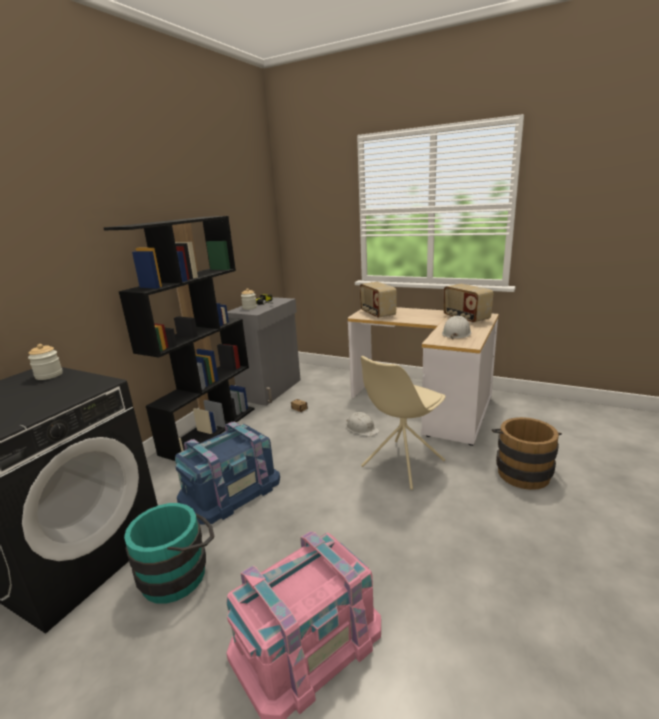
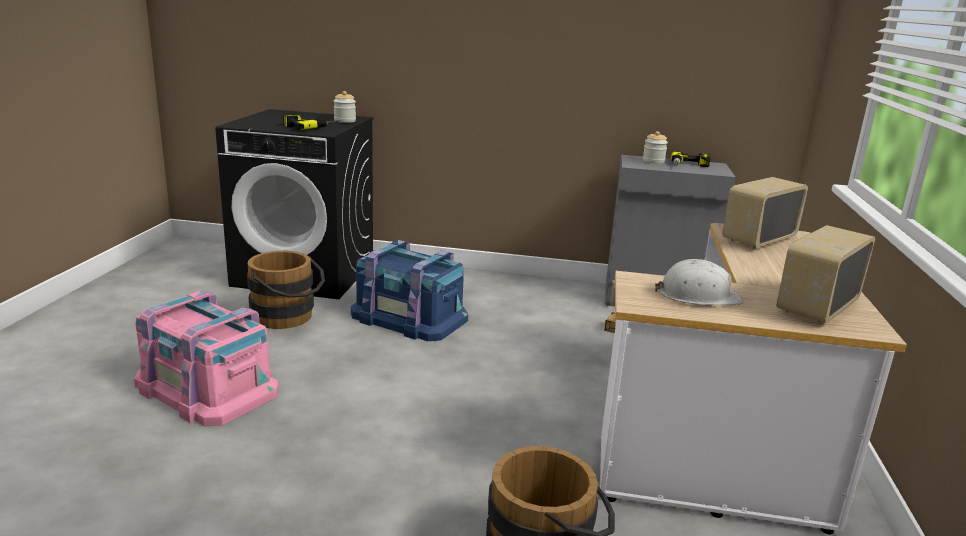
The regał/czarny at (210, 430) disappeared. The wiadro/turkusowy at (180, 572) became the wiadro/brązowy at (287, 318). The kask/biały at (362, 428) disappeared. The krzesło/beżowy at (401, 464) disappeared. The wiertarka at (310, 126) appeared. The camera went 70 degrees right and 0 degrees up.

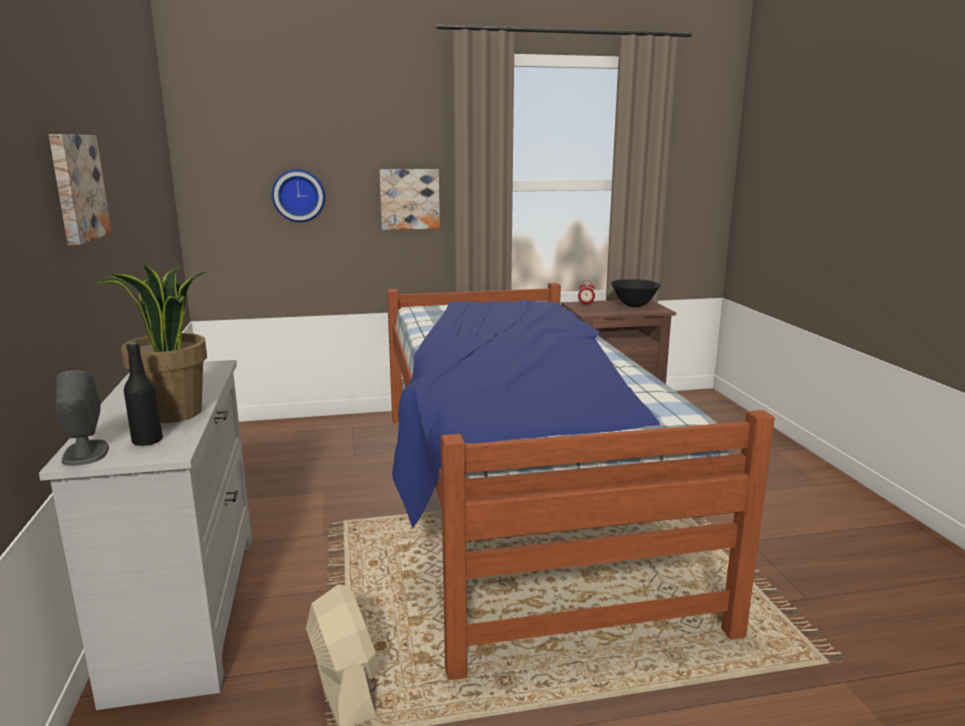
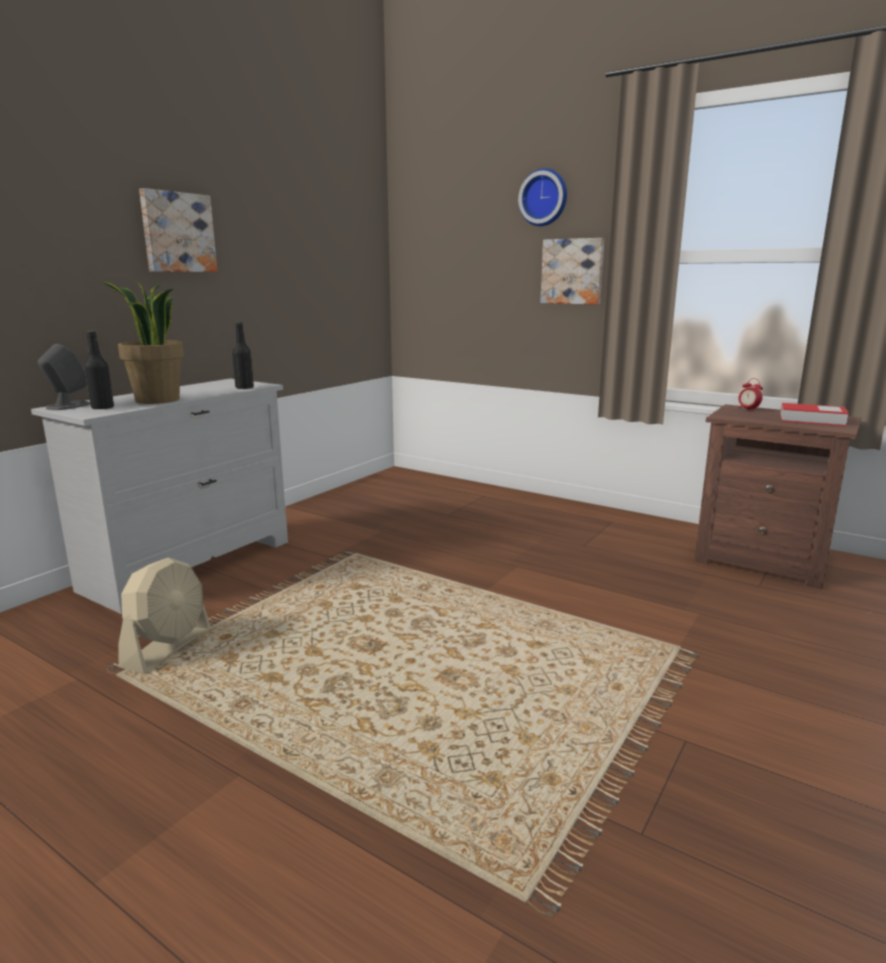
The zegar ścienny moved from (299, 195) to (544, 198). The łóżko at (516, 498) disappeared. The miska/czarny at (634, 306) was replaced by the książka at (812, 420). The butelka/czarny at (244, 388) appeared. The camera went 45 degrees right and 0 degrees up.

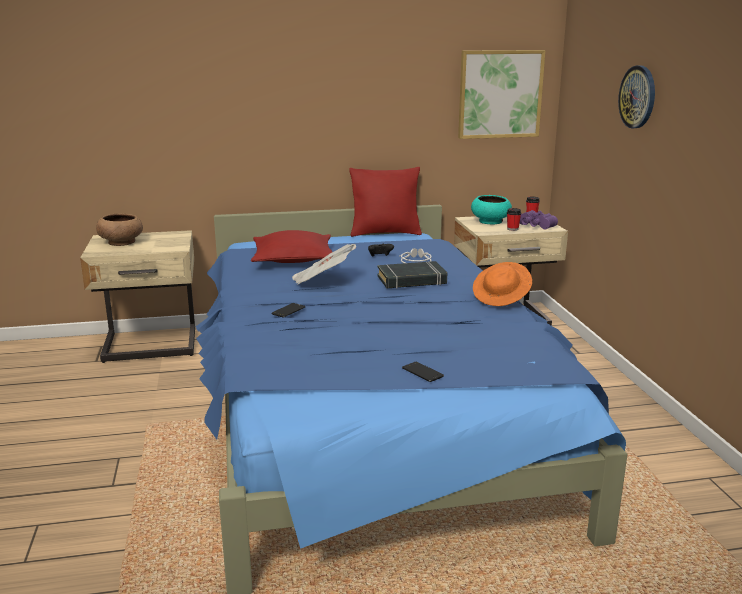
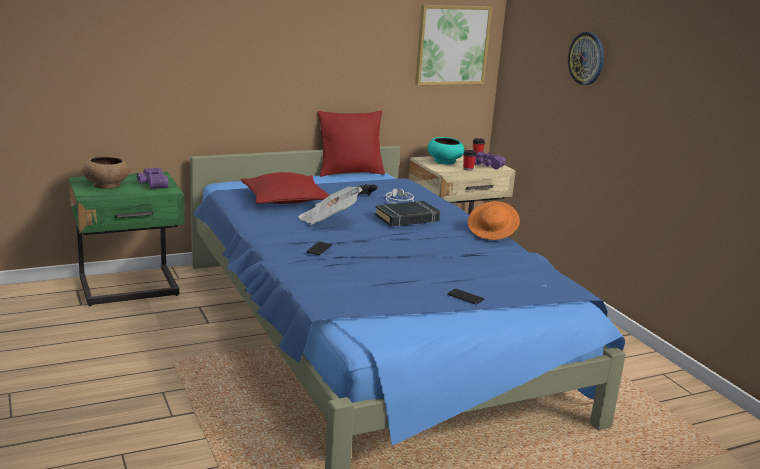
The szafka nocna/beżowy at (151, 347) became the szafka nocna/zielony at (130, 288). The lornetka/fioletowy at (151, 184) appeared. The camera went 15 degrees left and 0 degrees up.

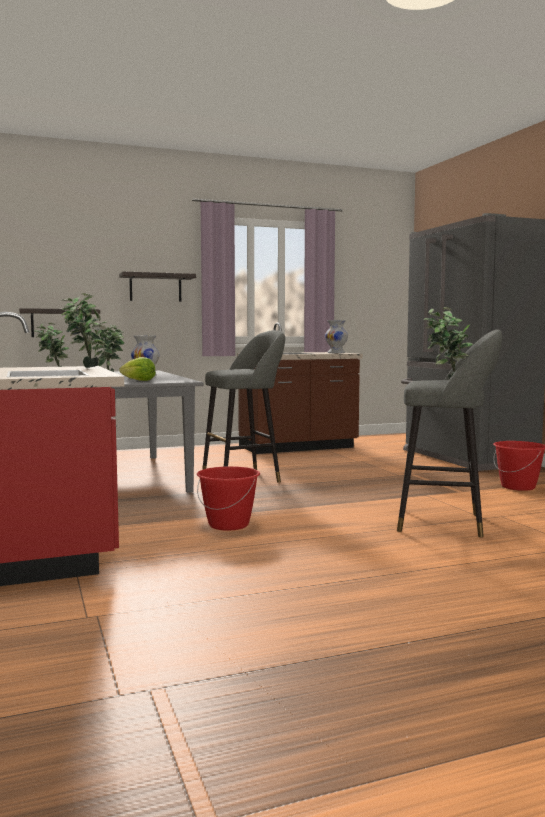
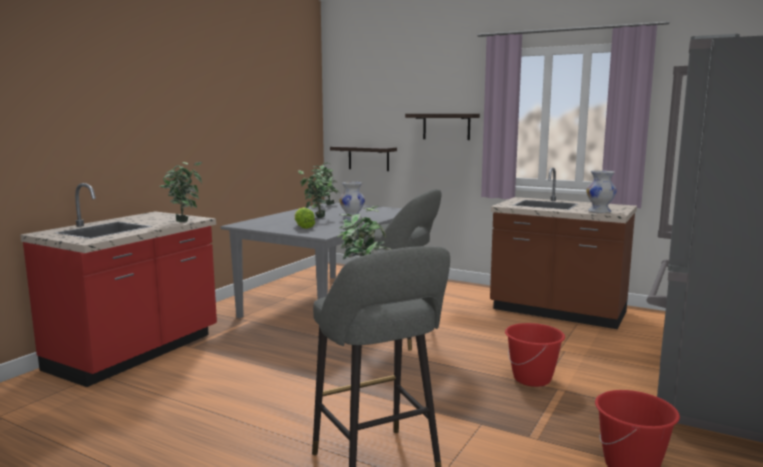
The wiadro/czerwony moved from (229, 525) to (532, 379). The camera went 50 degrees right and 5 degrees up.

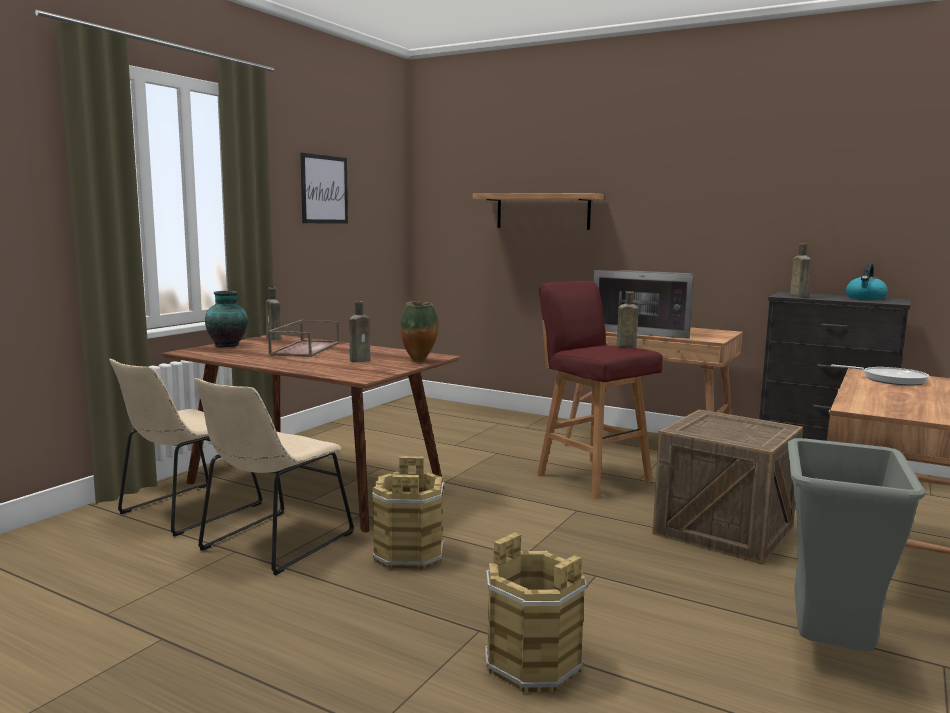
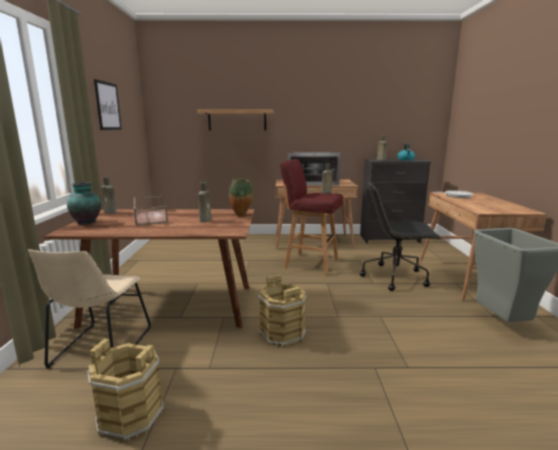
The krzesło/beżowy at (273, 543) disappeared. The wiadro/brązowy moved from (533, 663) to (131, 415). The skrzynka at (723, 530) was replaced by the krzesło biurowe/czarny at (395, 277). The camera went 30 degrees left and 5 degrees up.

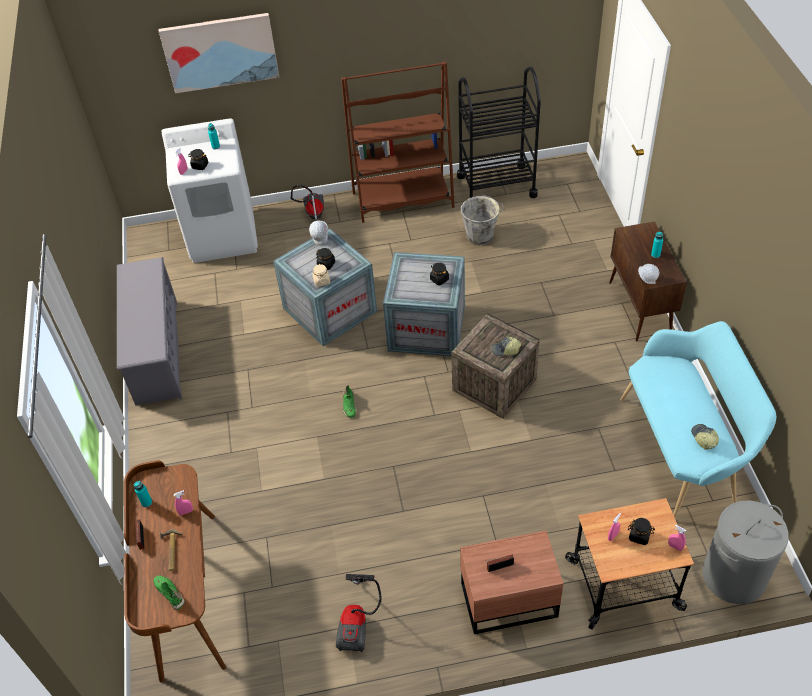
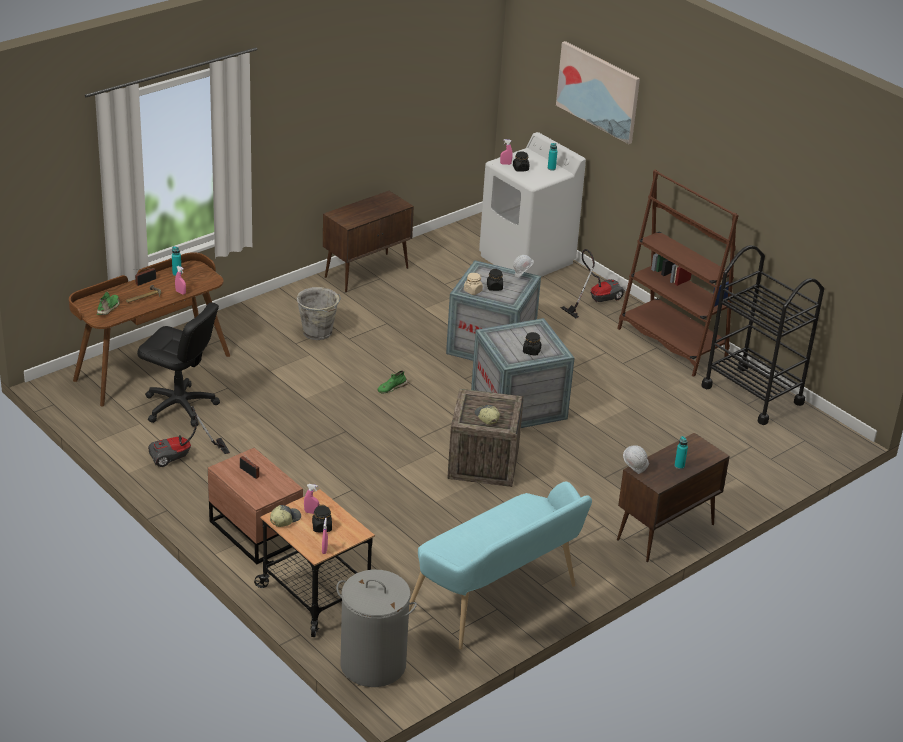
The regał na buty/szary at (156, 352) was replaced by the szafka/brązowy at (367, 272). The wiadro/szary moved from (481, 236) to (318, 333). The czapka z daszkiem moved from (703, 438) to (285, 519). The krzesło biurowe/czarny at (180, 406) appeared. The camera went 55 degrees right and 15 degrees down.

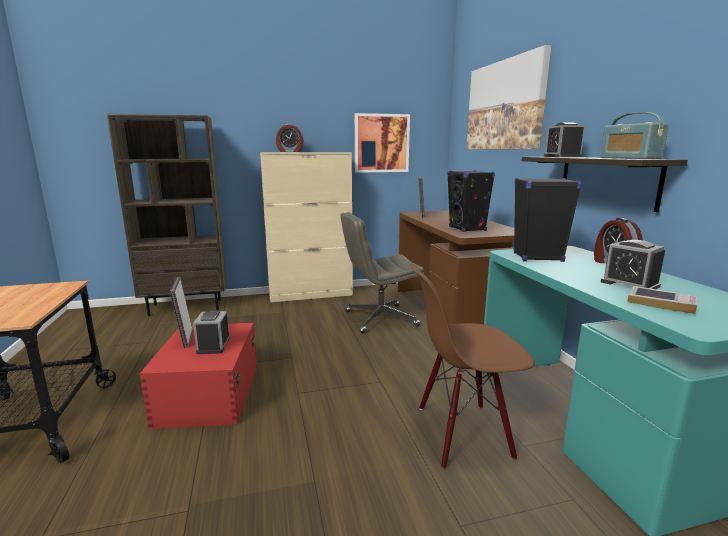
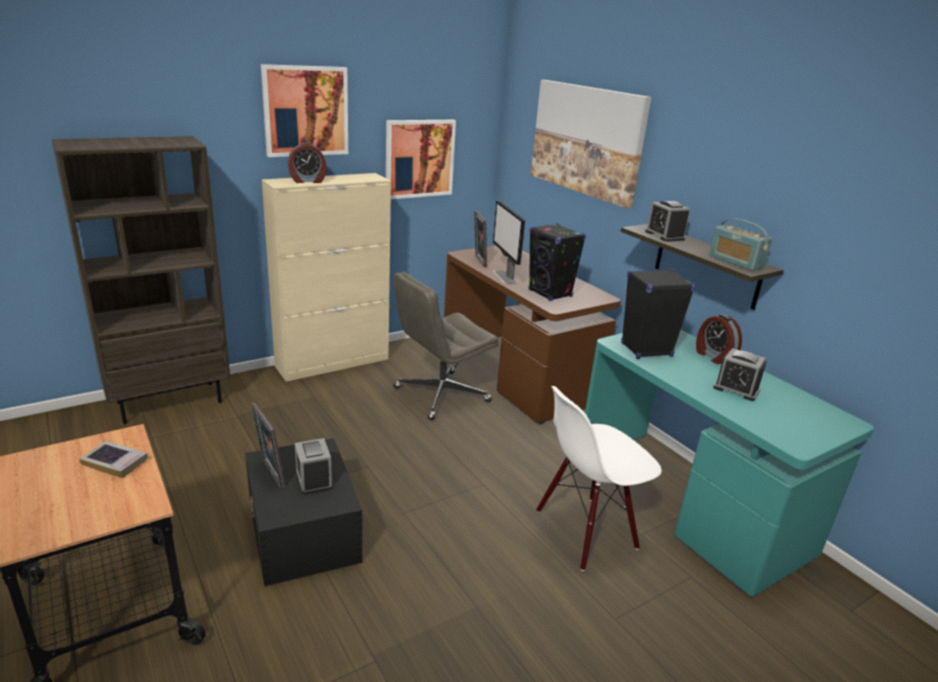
The pojemnik do przechowywania/czerwony at (208, 395) became the pojemnik do przechowywania/czarny at (302, 532). The krzesło/brązowy at (462, 433) became the krzesło/biały at (585, 531). The książka moved from (661, 303) to (115, 462). The obraz at (305, 111) appeared. The monitor at (505, 277) appeared. The camera went 20 degrees left and 10 degrees up.

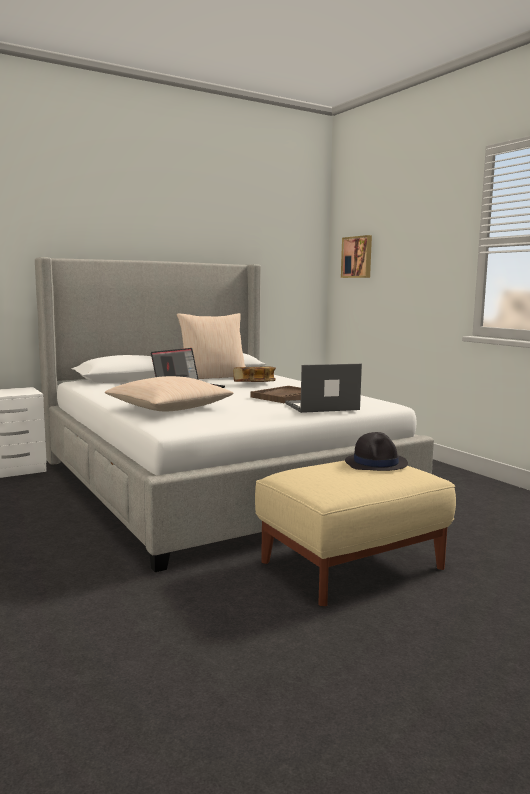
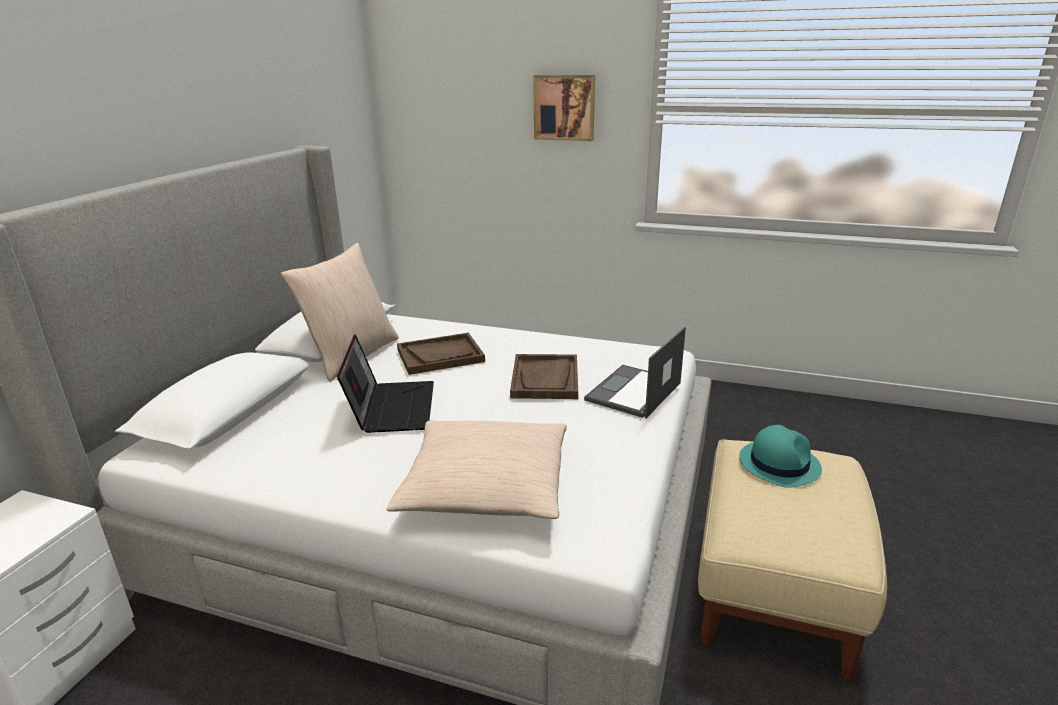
The książka at (254, 384) was replaced by the taca/brązowy at (440, 355). The obraz moved from (357, 257) to (564, 107). The kapelusz/czarny at (376, 463) became the kapelusz/turkusowy at (779, 463). The camera went 40 degrees left and 15 degrees up.

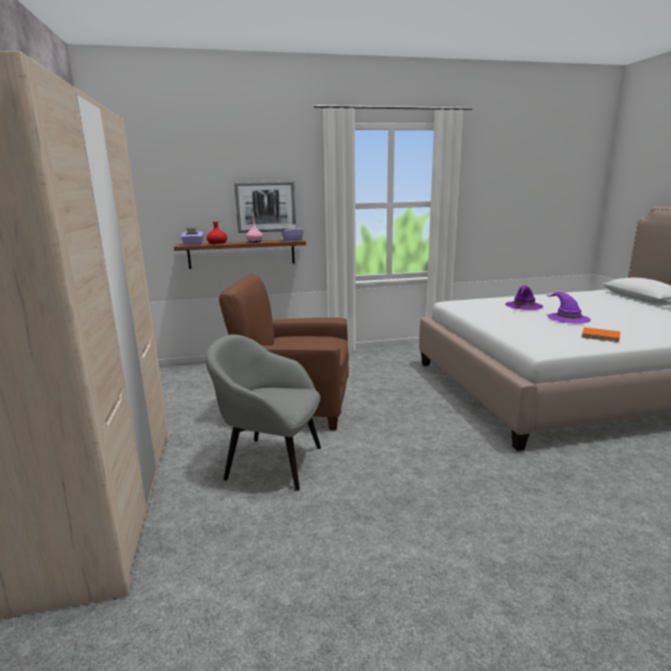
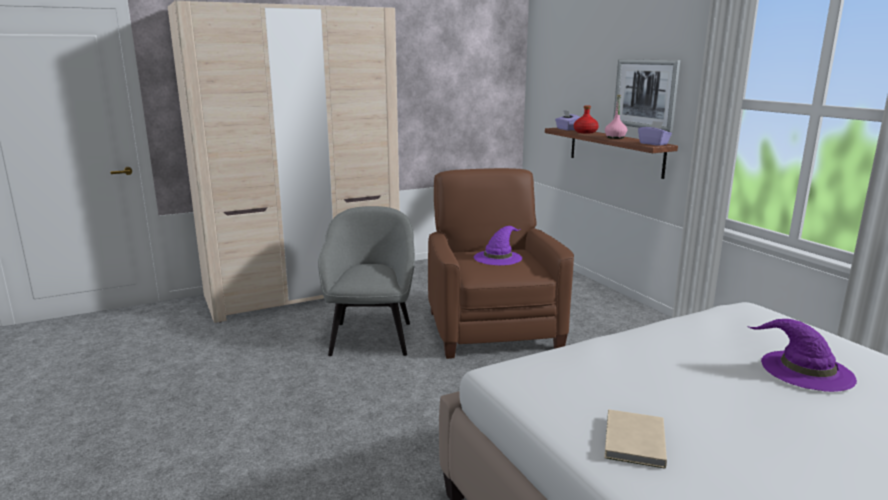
The kapelusz/fioletowy moved from (567, 318) to (498, 257). The książka/pomarańczowy at (601, 336) became the książka/beżowy at (633, 442). The camera went 75 degrees right and 0 degrees up.

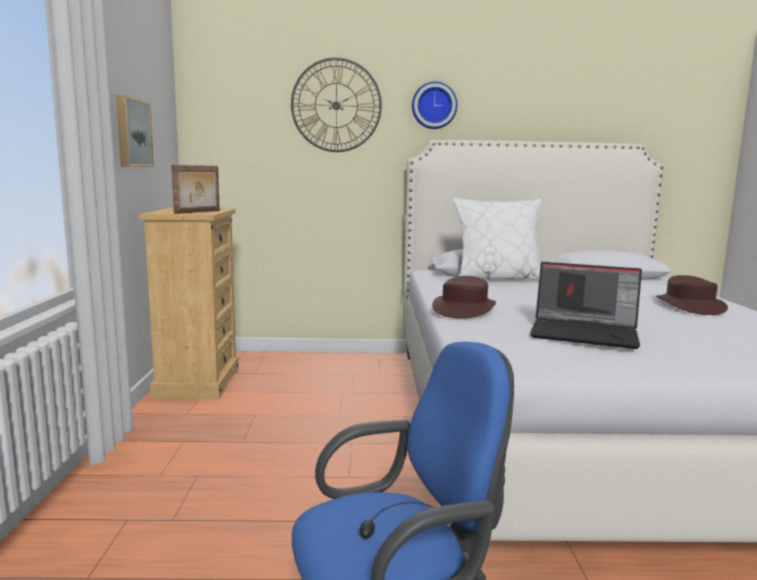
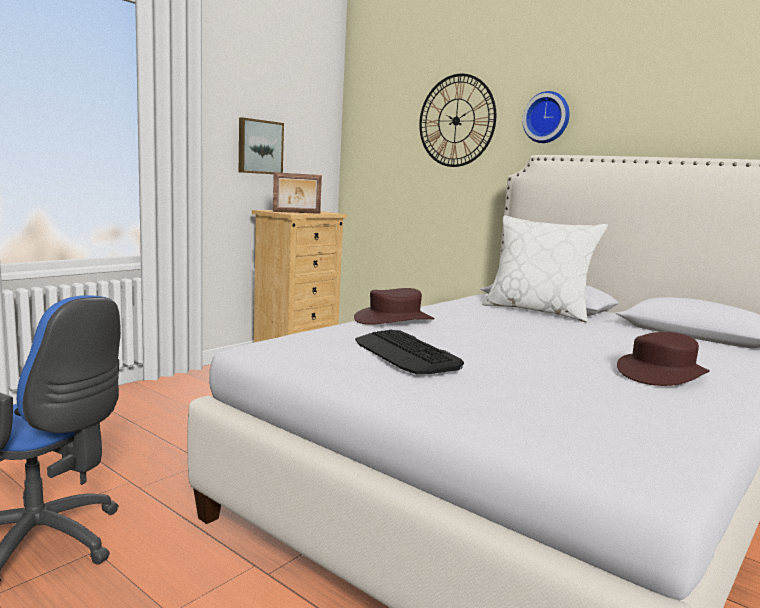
The laptop at (585, 333) was replaced by the klawiatura at (405, 354). The camera went 40 degrees right and 0 degrees up.

